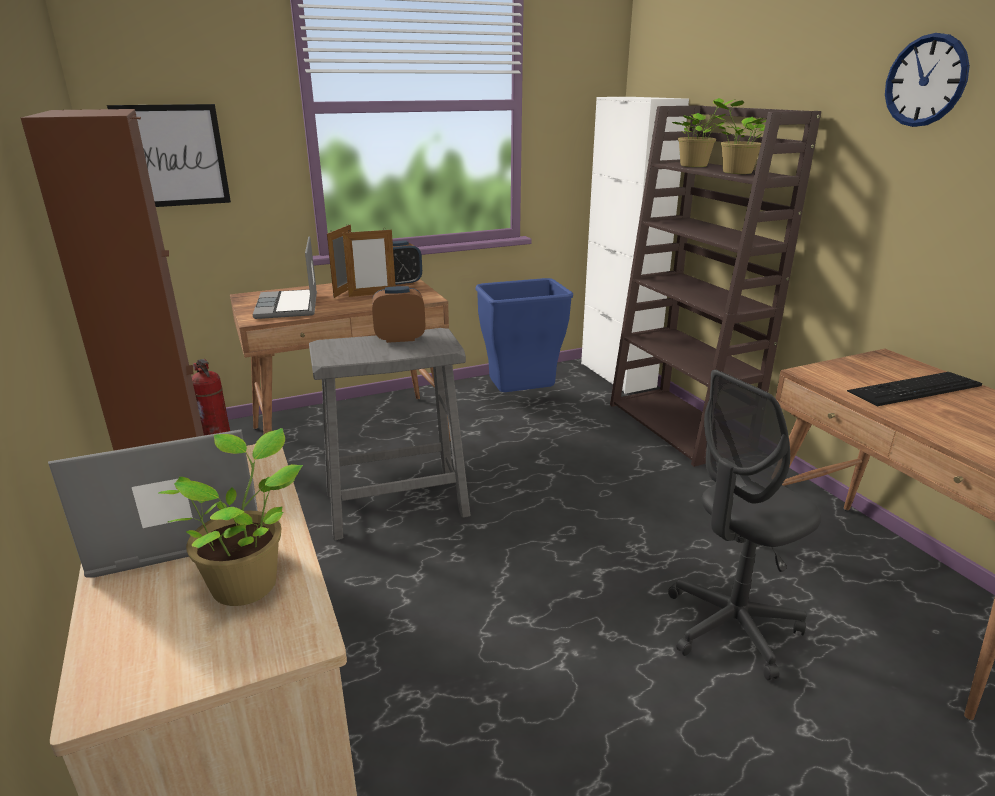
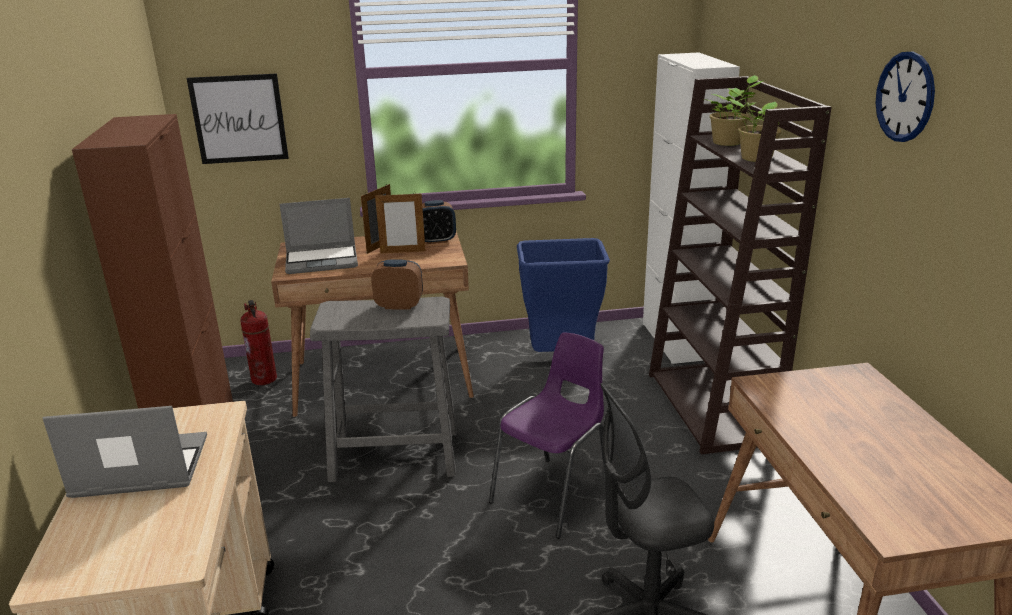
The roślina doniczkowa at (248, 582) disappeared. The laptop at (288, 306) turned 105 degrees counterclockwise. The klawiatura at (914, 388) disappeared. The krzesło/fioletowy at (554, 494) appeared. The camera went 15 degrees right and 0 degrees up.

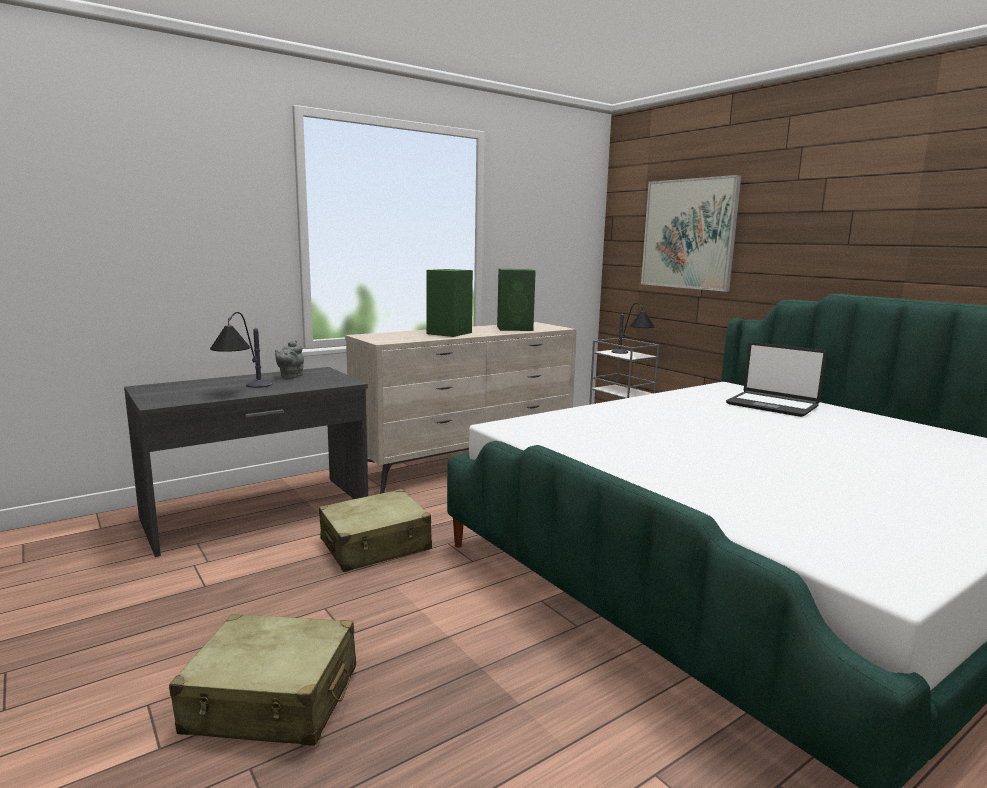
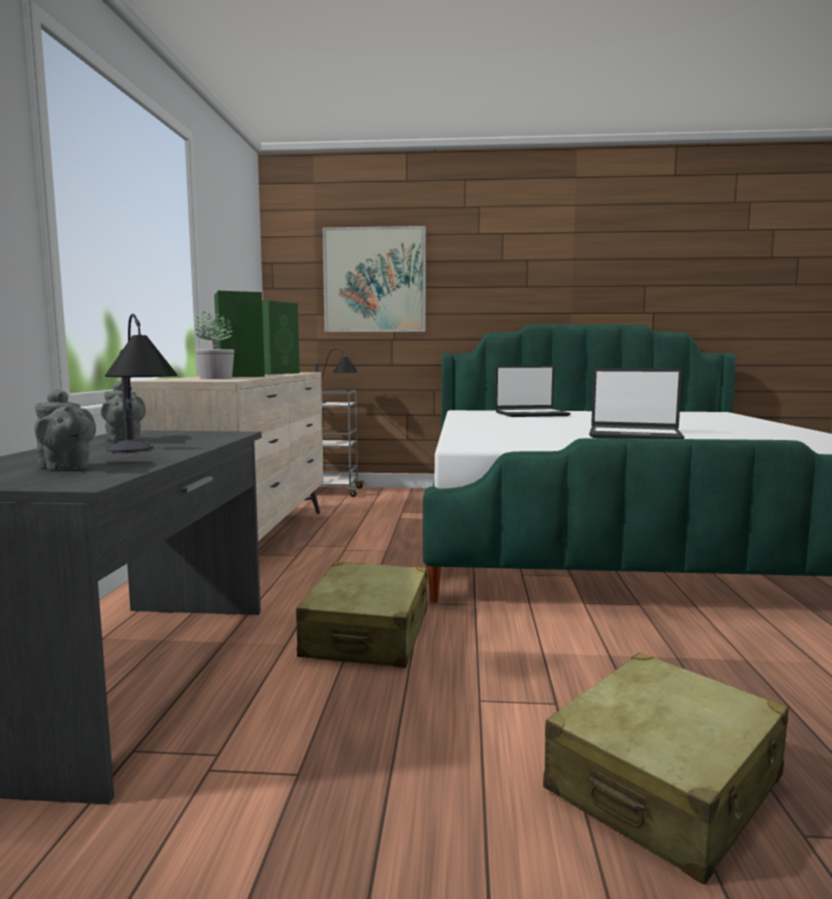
The imbryk/szary at (66, 468) appeared. The roślina doniczkowa at (215, 378) appeared. The laptop at (634, 435) appeared. The camera went 50 degrees left and 5 degrees down.

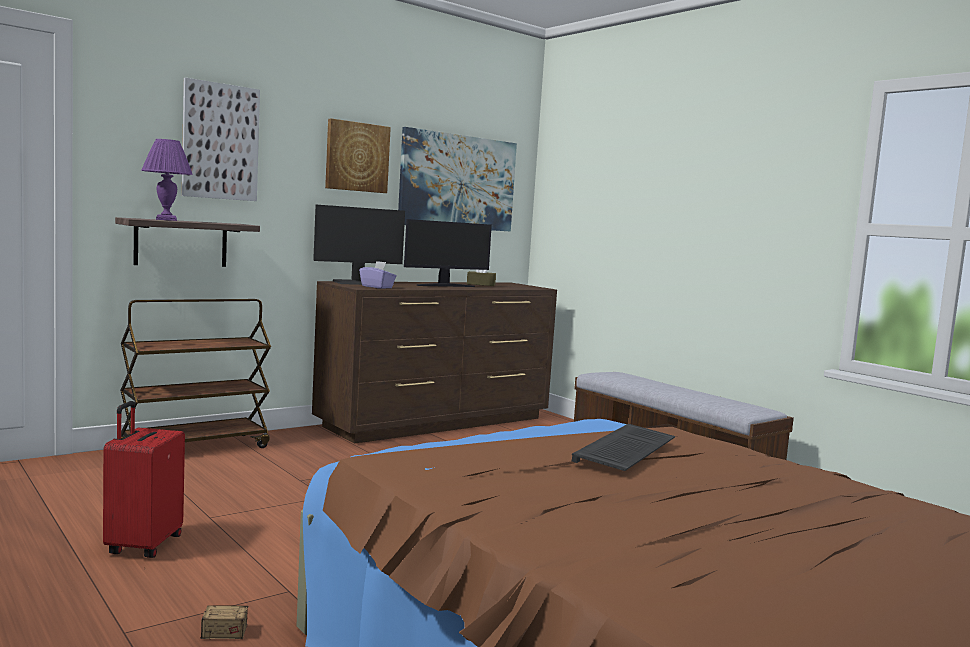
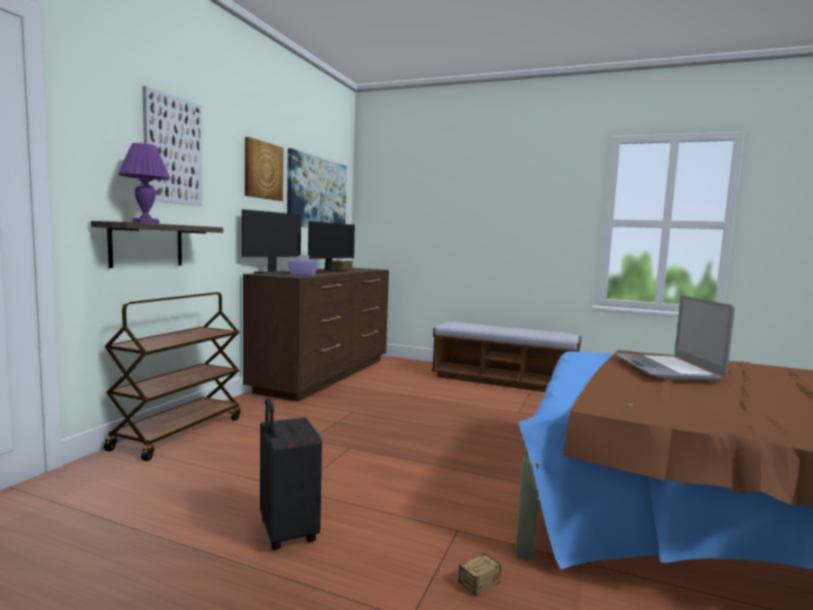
The walizka/czerwony at (143, 546) became the walizka/czarny at (286, 533). The klawiatura at (627, 451) was replaced by the laptop at (666, 368). The camera went 30 degrees left and 0 degrees up.

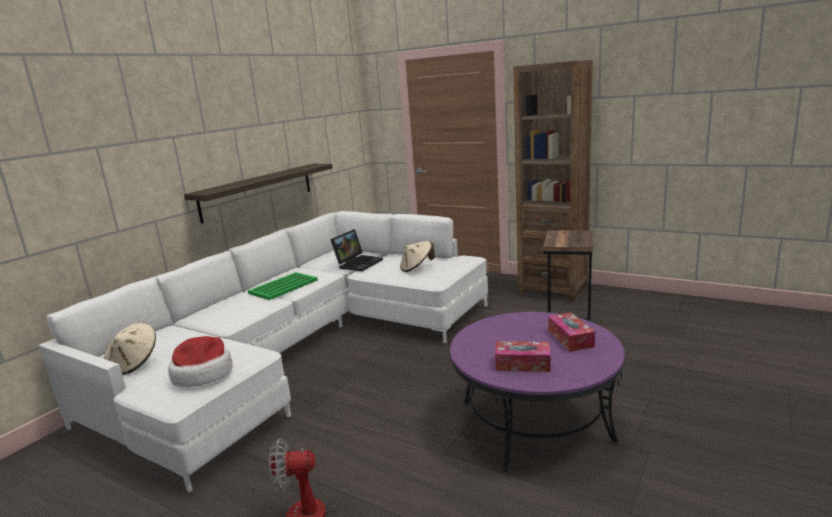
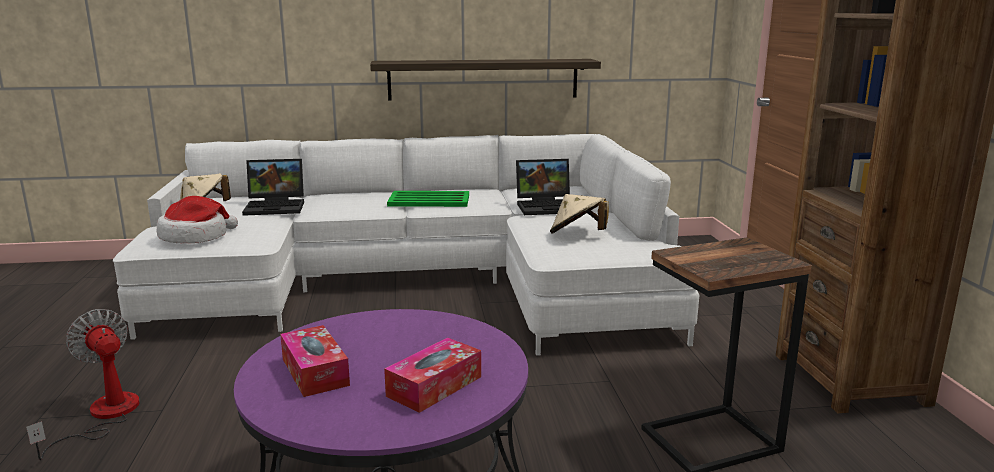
The laptop at (277, 207) appeared. The camera went 50 degrees right and 0 degrees up.

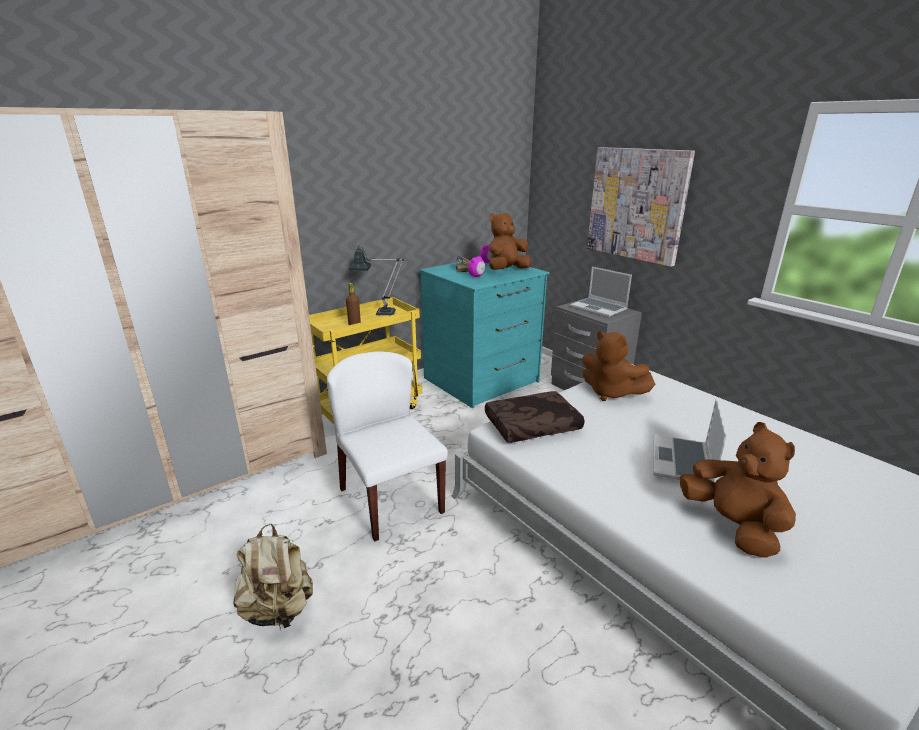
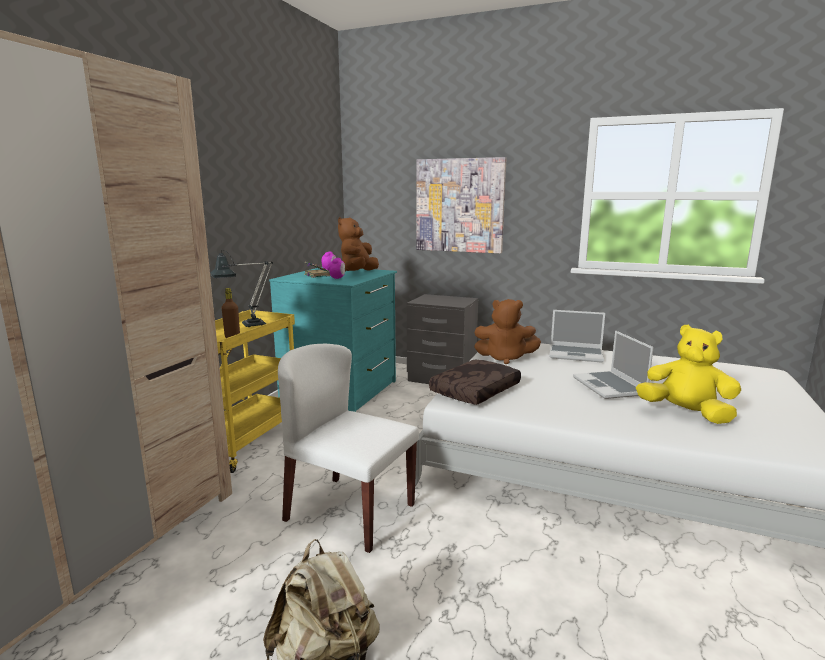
The laptop moved from (599, 308) to (576, 354). The pluszak/brązowy at (732, 525) became the pluszak/żółty at (685, 413). The camera went 30 degrees left and 10 degrees down.

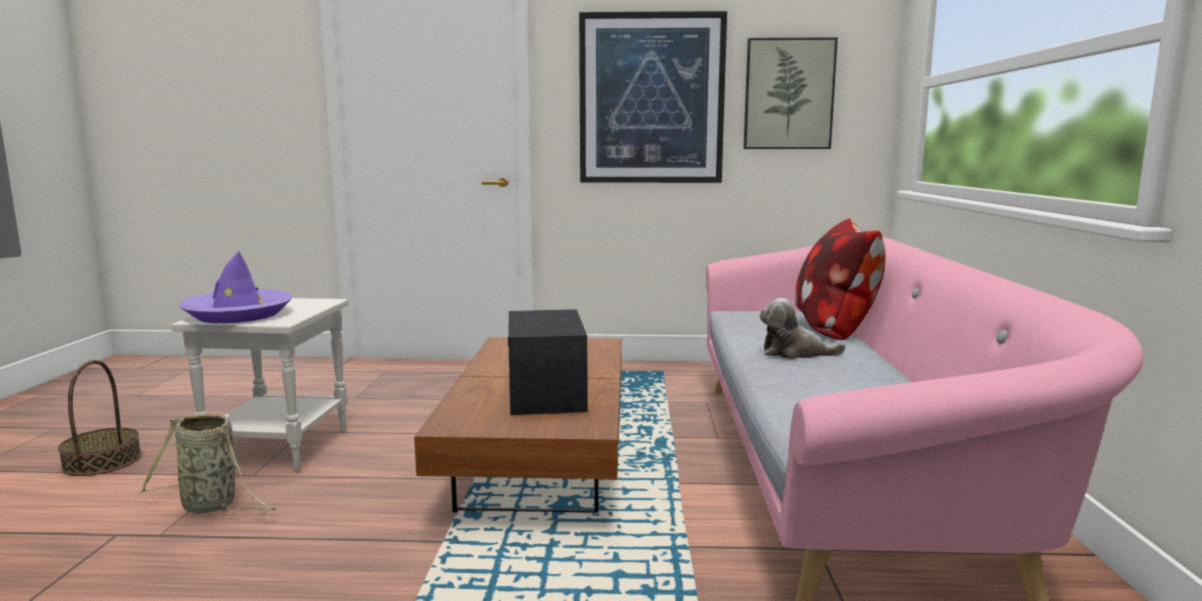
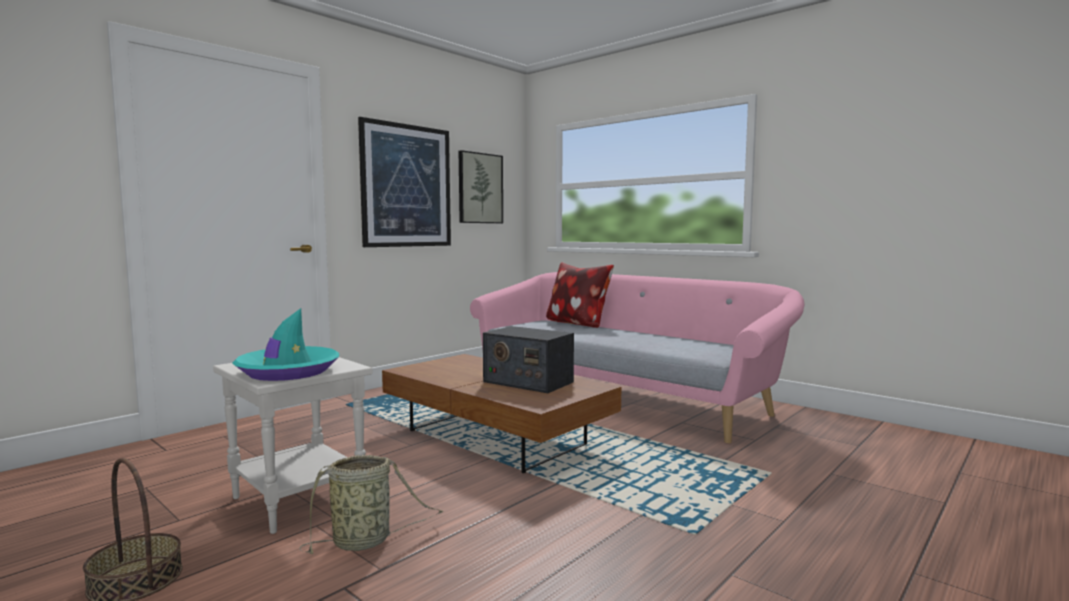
The kapelusz/fioletowy at (238, 315) became the kapelusz/turkusowy at (288, 372). The pluszak at (794, 353) disappeared. The camera went 50 degrees left and 5 degrees down.

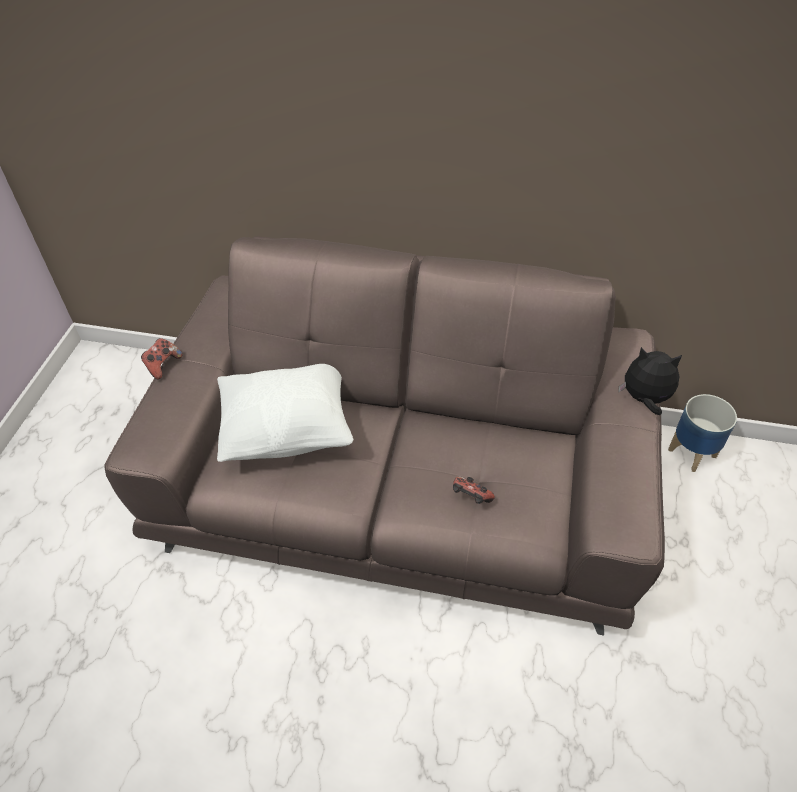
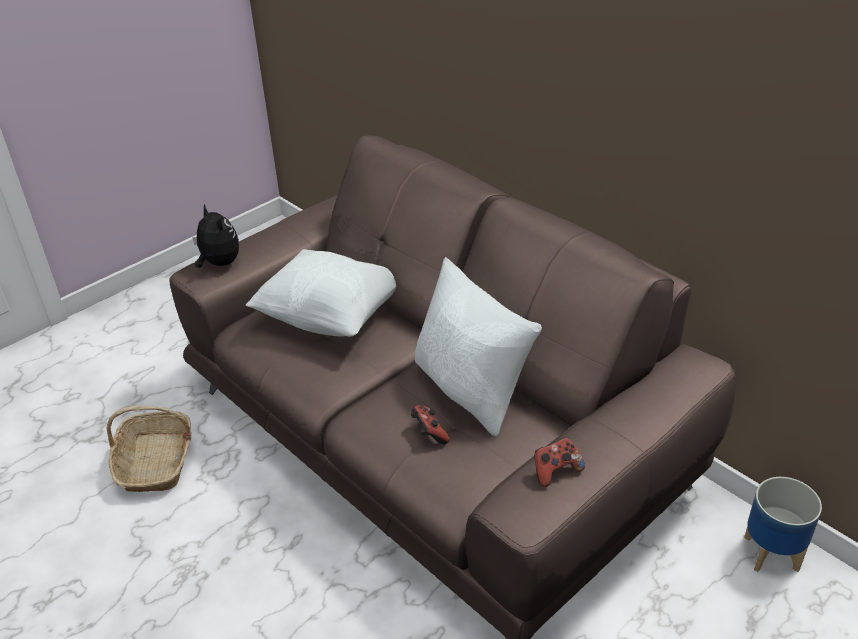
The pad do gier moved from (163, 365) to (555, 471). The pluszak moved from (644, 400) to (219, 263). The koszyk at (156, 462) appeared. The poduszka/biały at (470, 390) appeared. The camera went 35 degrees right and 10 degrees down.

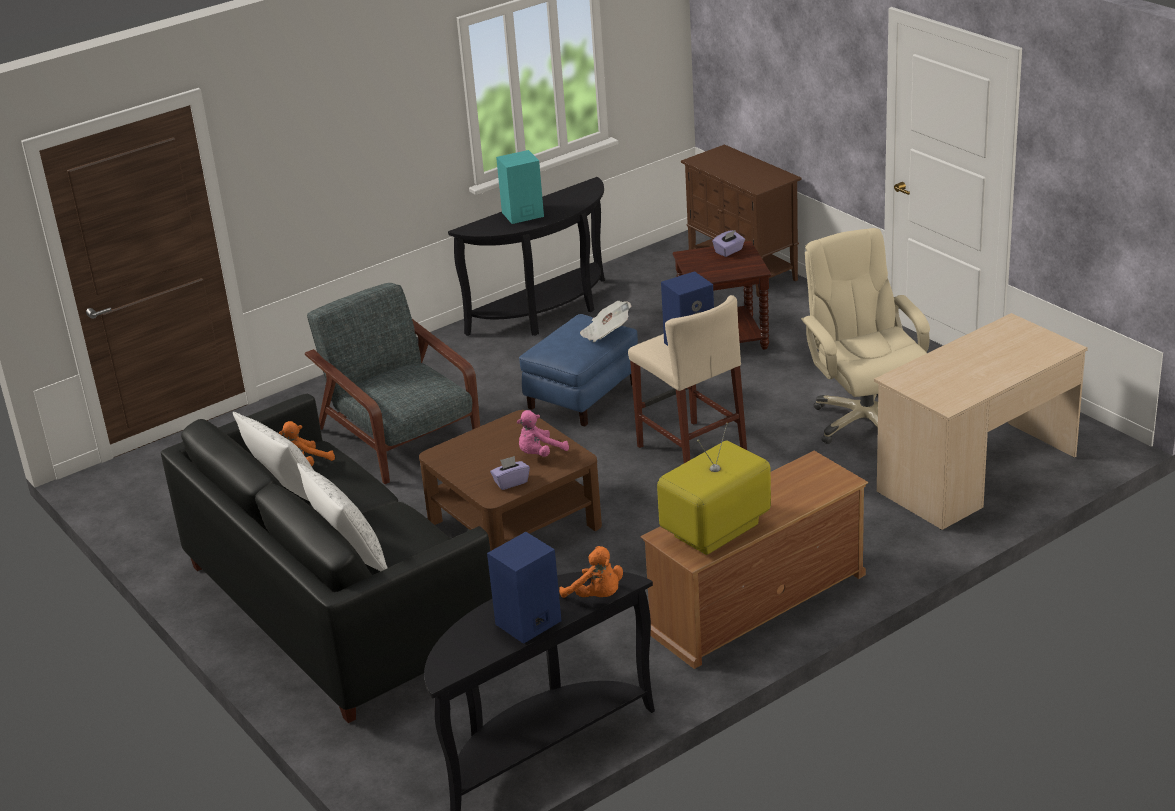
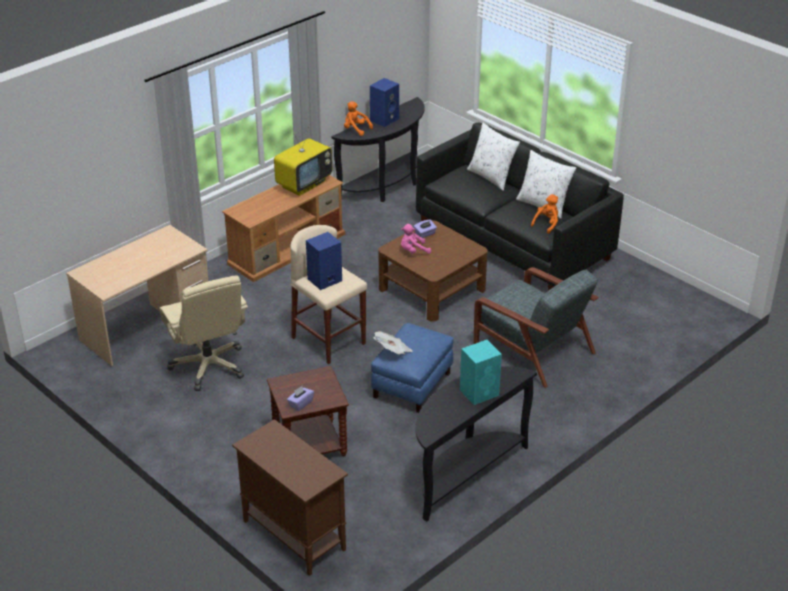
The pluszak/różowy at (539, 454) turned 150 degrees counterclockwise. The camera went 170 degrees right and 5 degrees up.

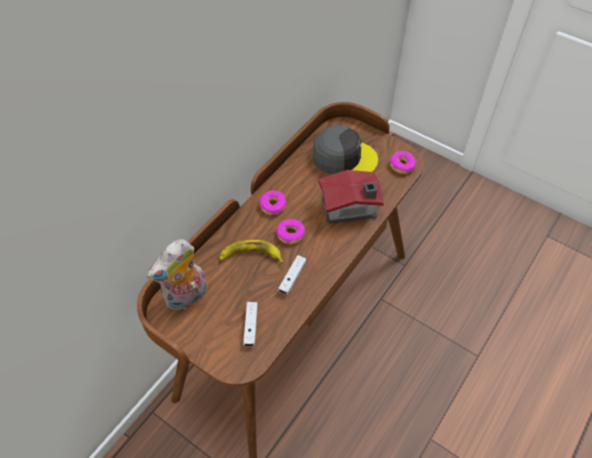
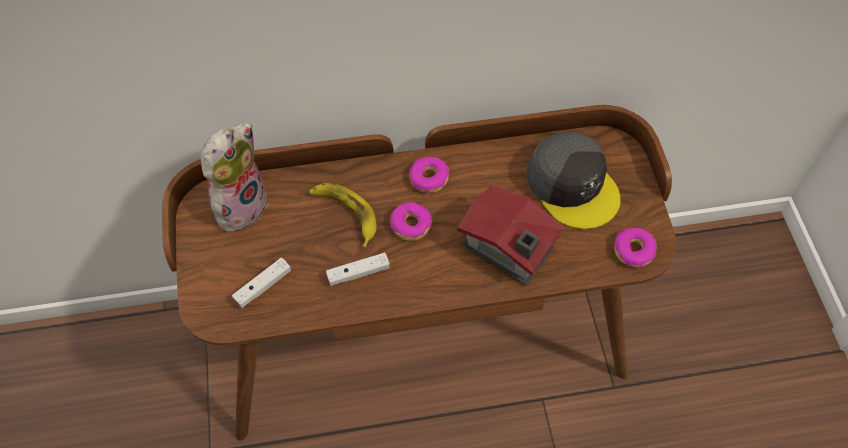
The pluszak at (186, 298) turned 120 degrees clockwise. The camera went 45 degrees right and 5 degrees up.

